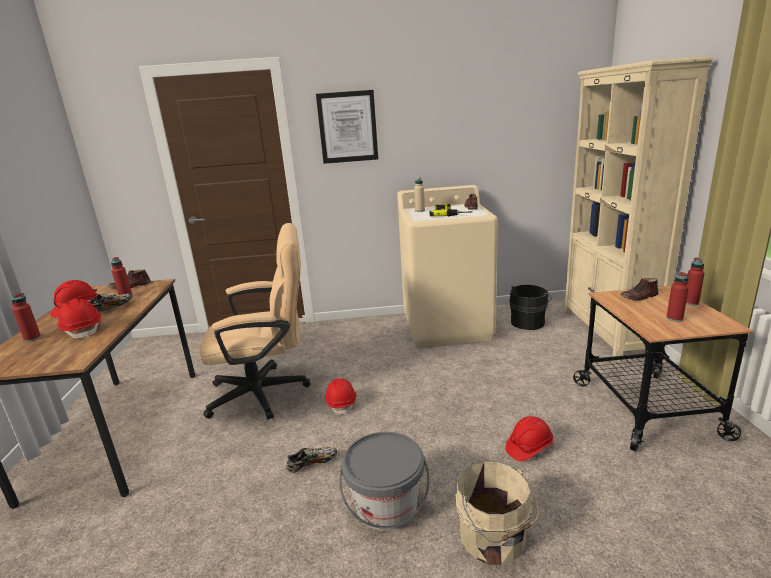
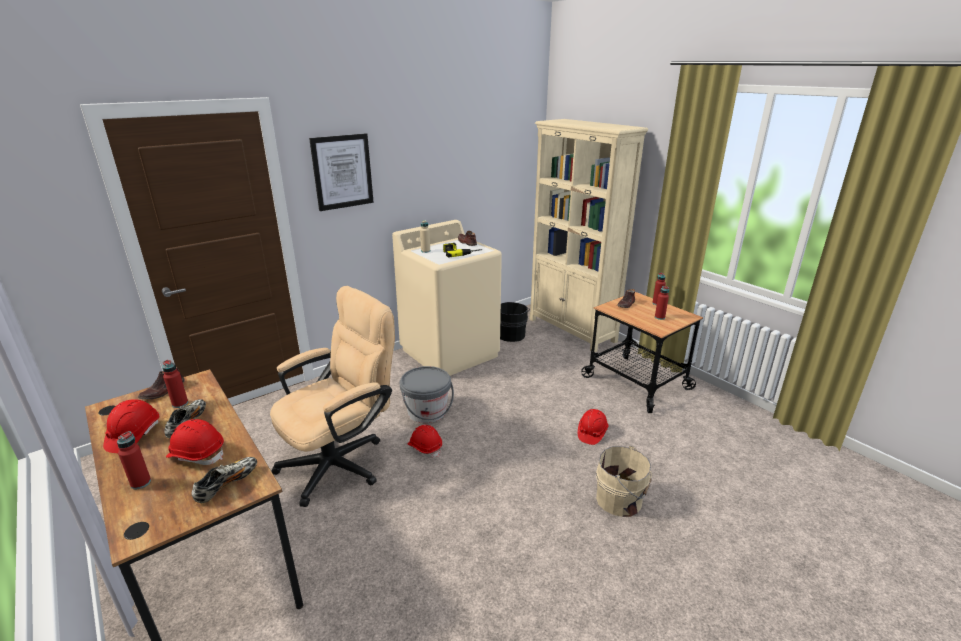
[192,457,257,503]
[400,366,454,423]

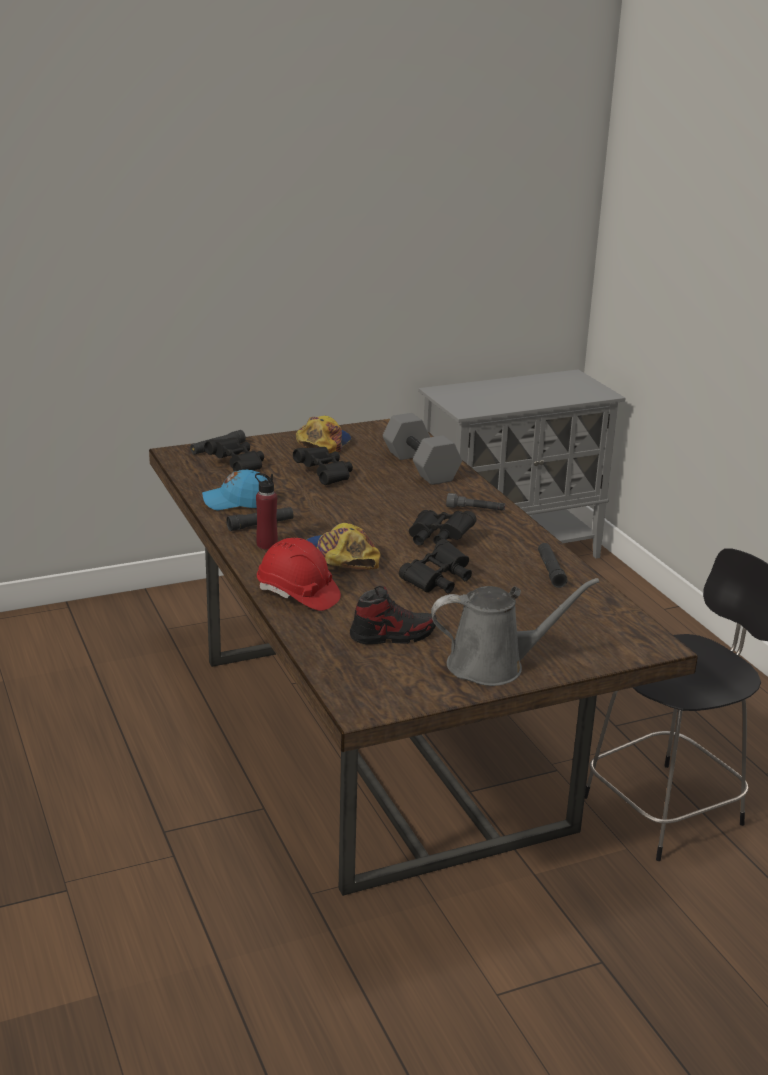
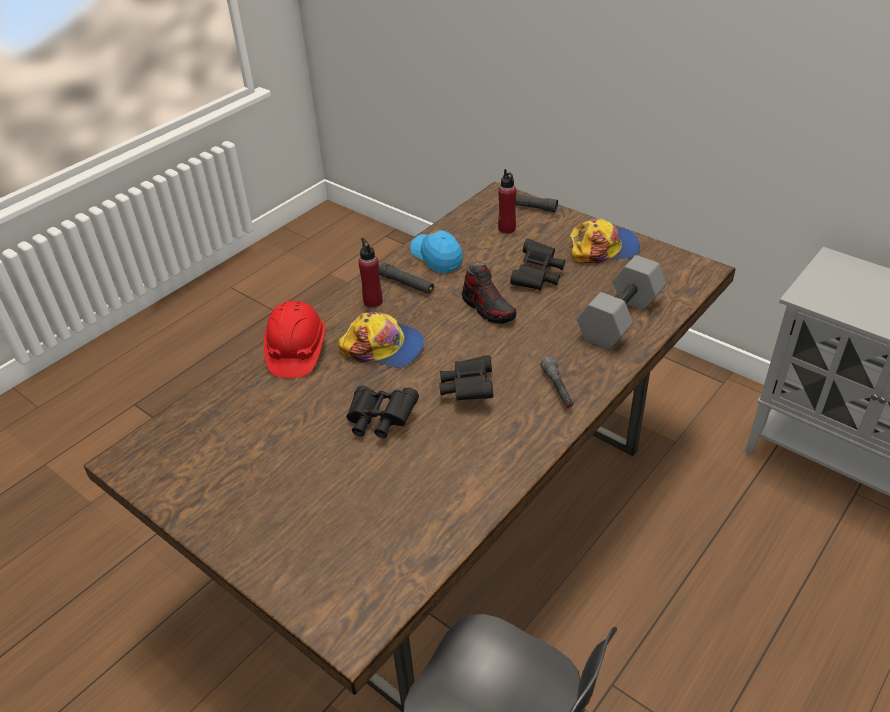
[338,312,424,368]
[462,265,516,324]
[498,169,516,234]
[431,578,599,686] (first image)
[538,543,568,588] (first image)

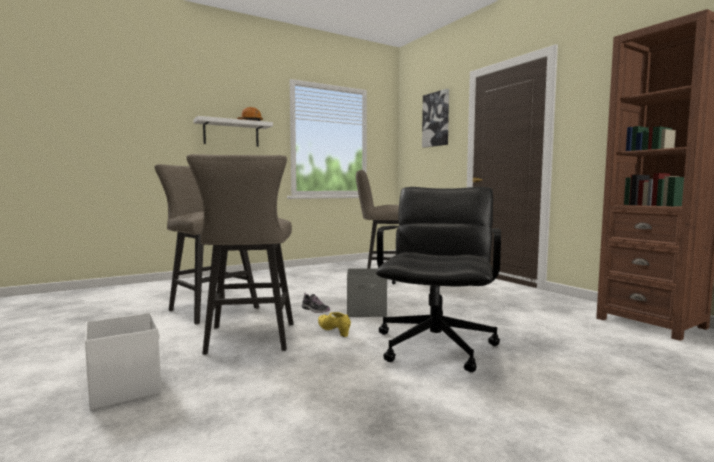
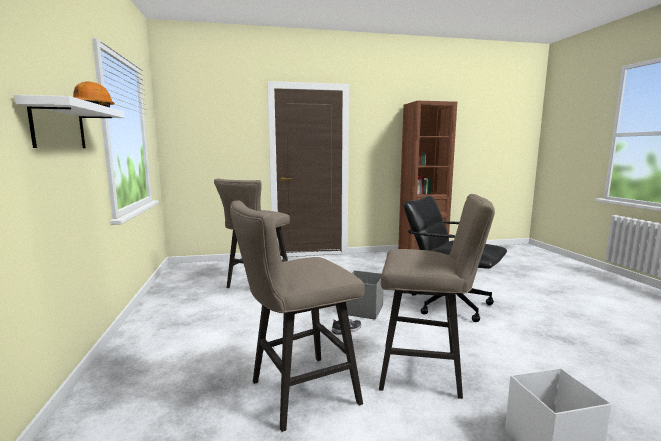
[318,312,351,337] (first image)
[422,89,449,148] (first image)

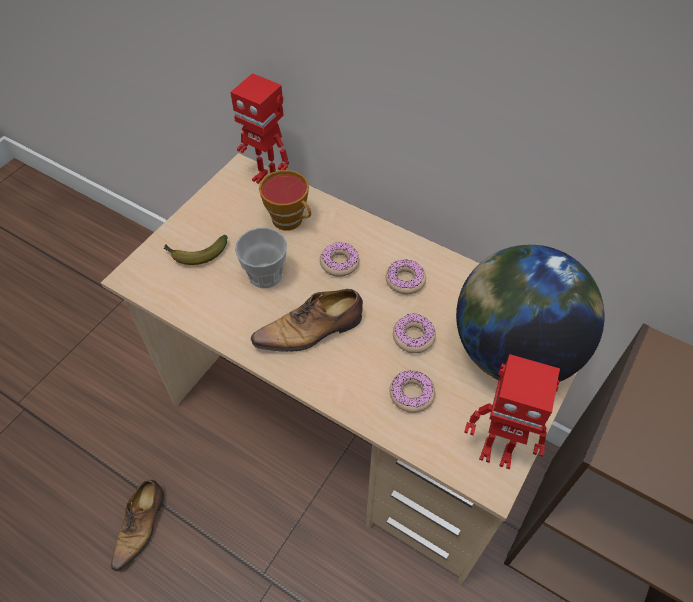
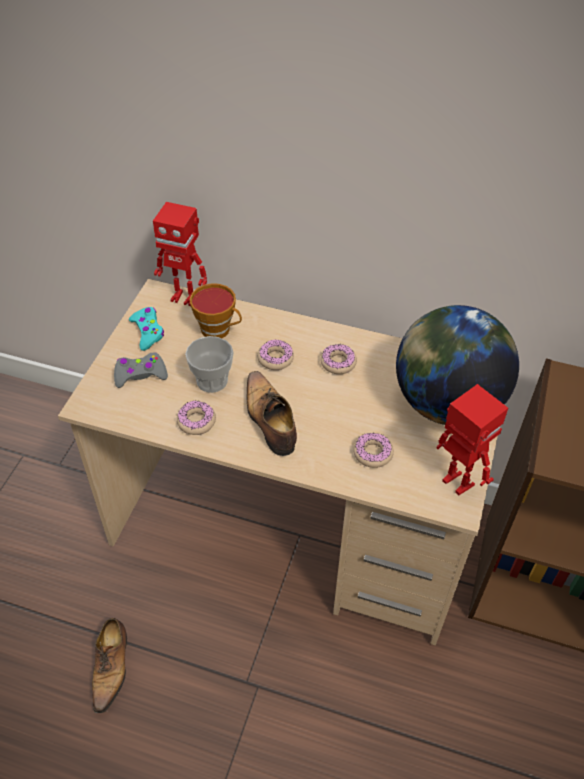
[114,353,168,388]
[129,307,164,351]
[177,400,216,435]
[246,371,297,456]
[437,384,508,495]

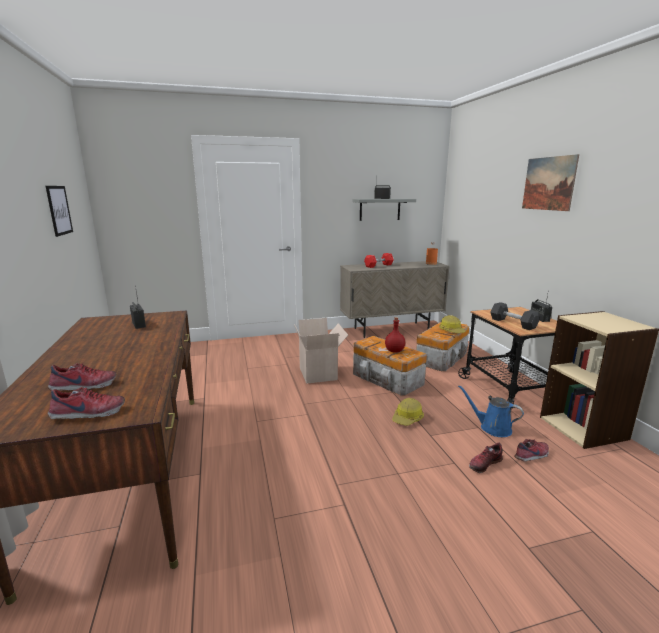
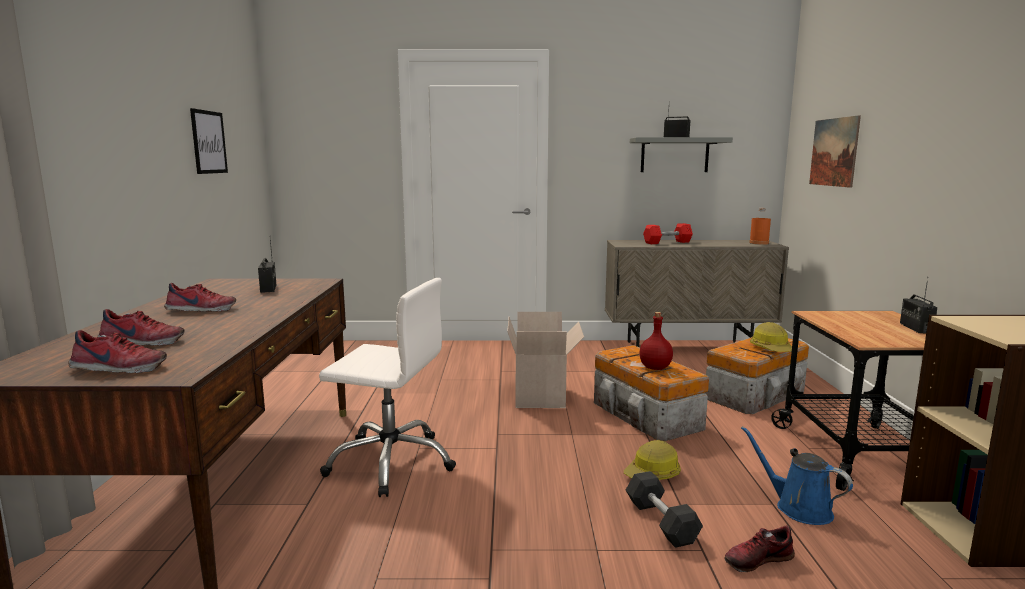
[164,283,236,311]
[319,278,456,497]
[626,471,703,548]
[809,115,861,188]

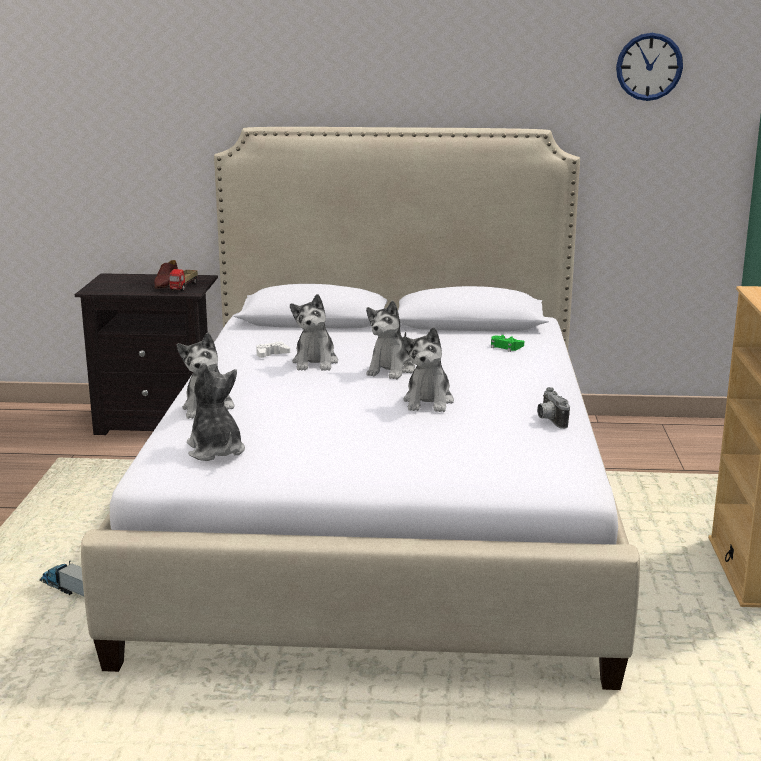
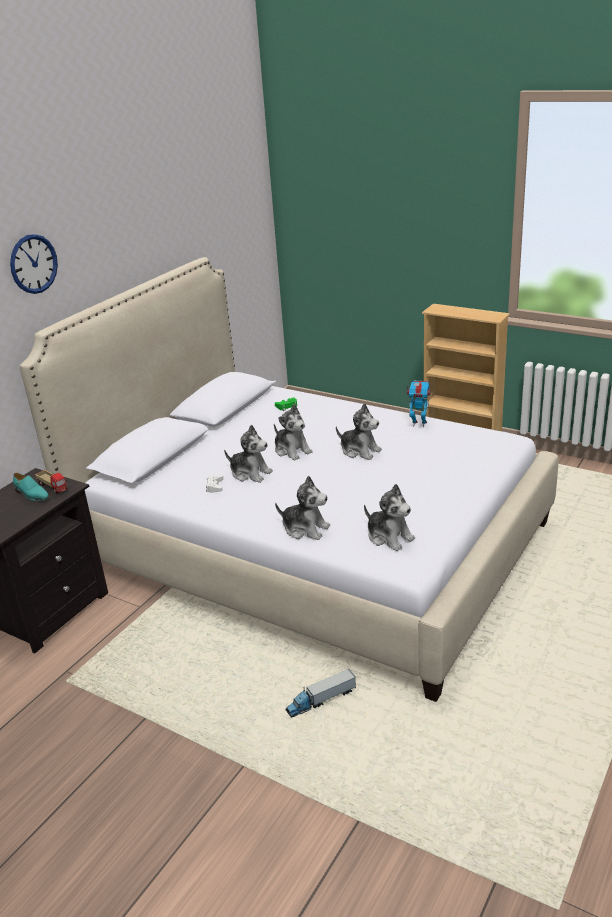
[10,234,58,294]
[13,473,49,501]
[364,484,415,551]
[407,381,430,428]

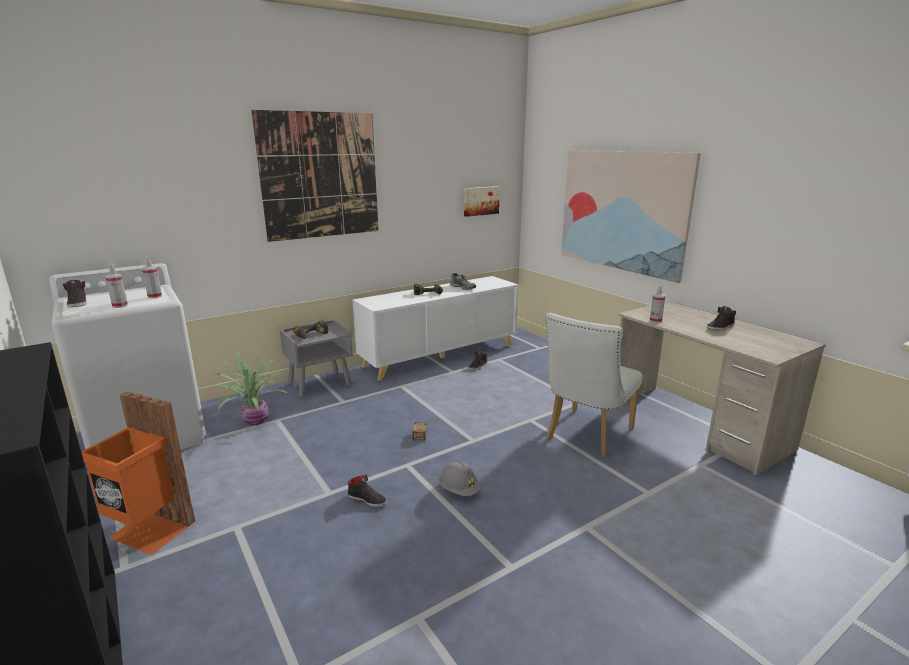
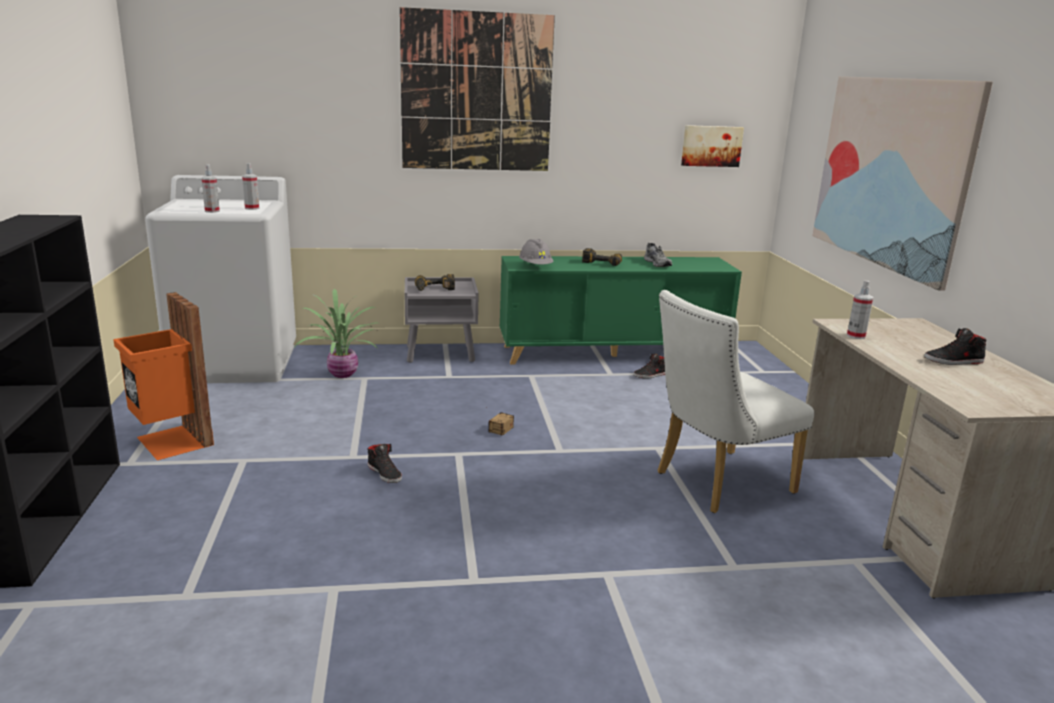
[500,256,742,365]
[519,239,554,264]
[62,280,87,307] (first image)

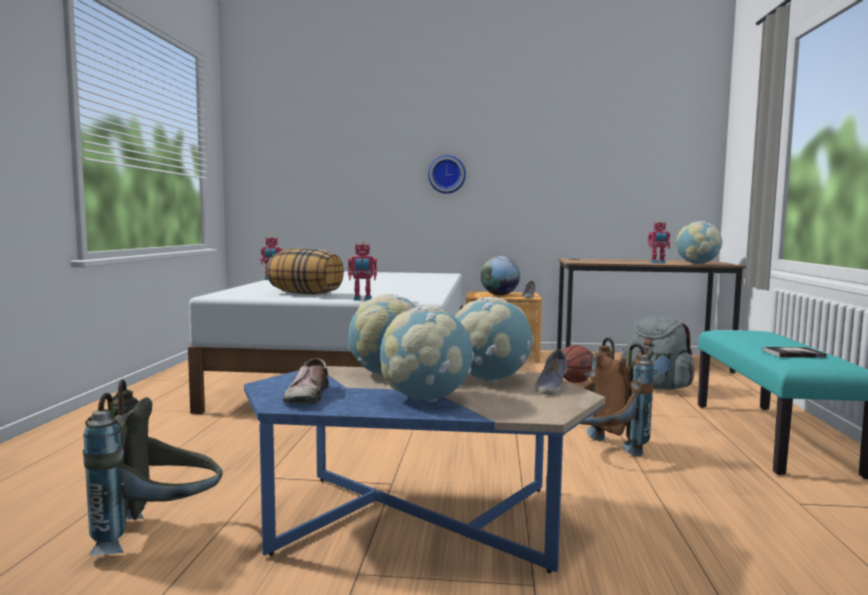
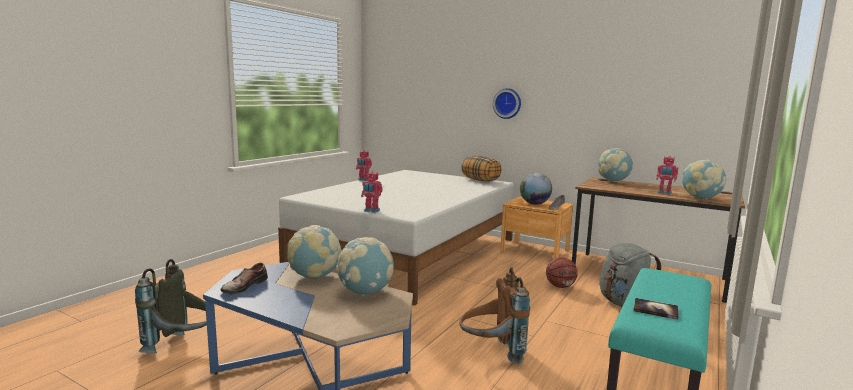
[461,156,501,182]
[598,148,633,182]
[535,349,567,395] (first image)

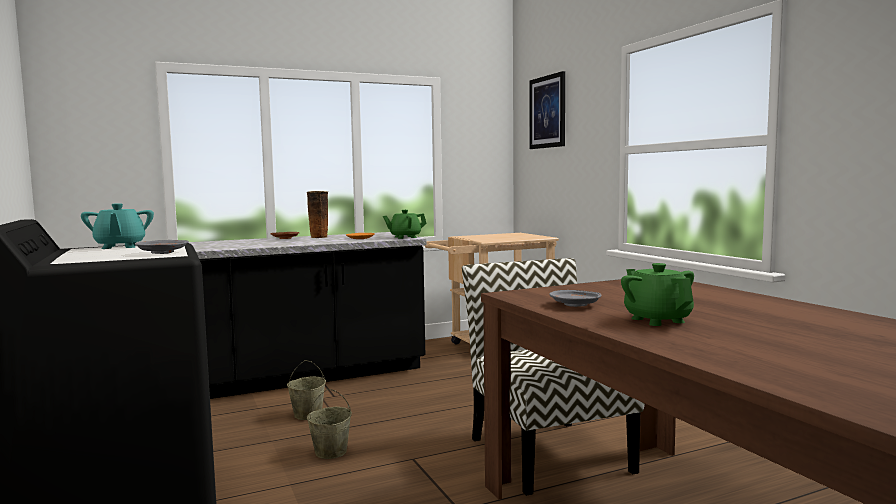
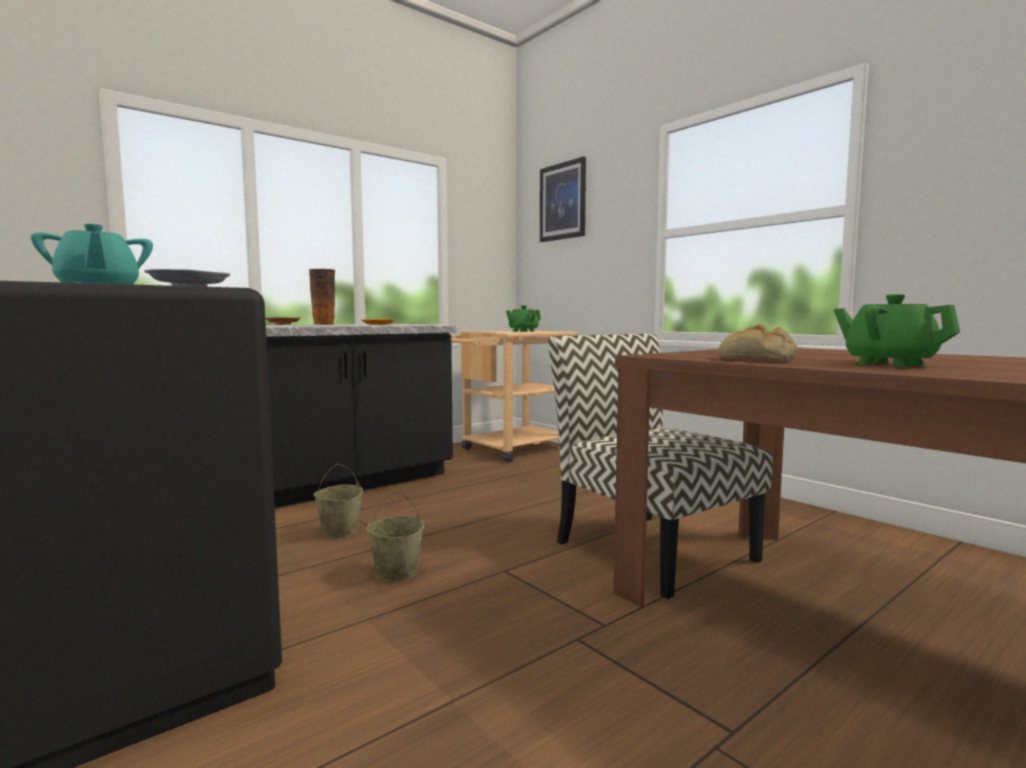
[506,305,541,332]
[718,324,798,360]

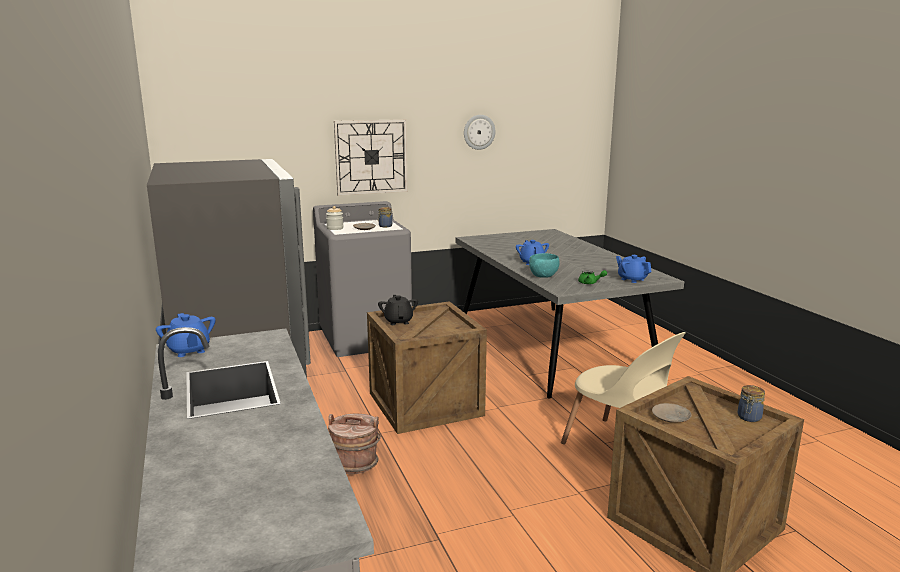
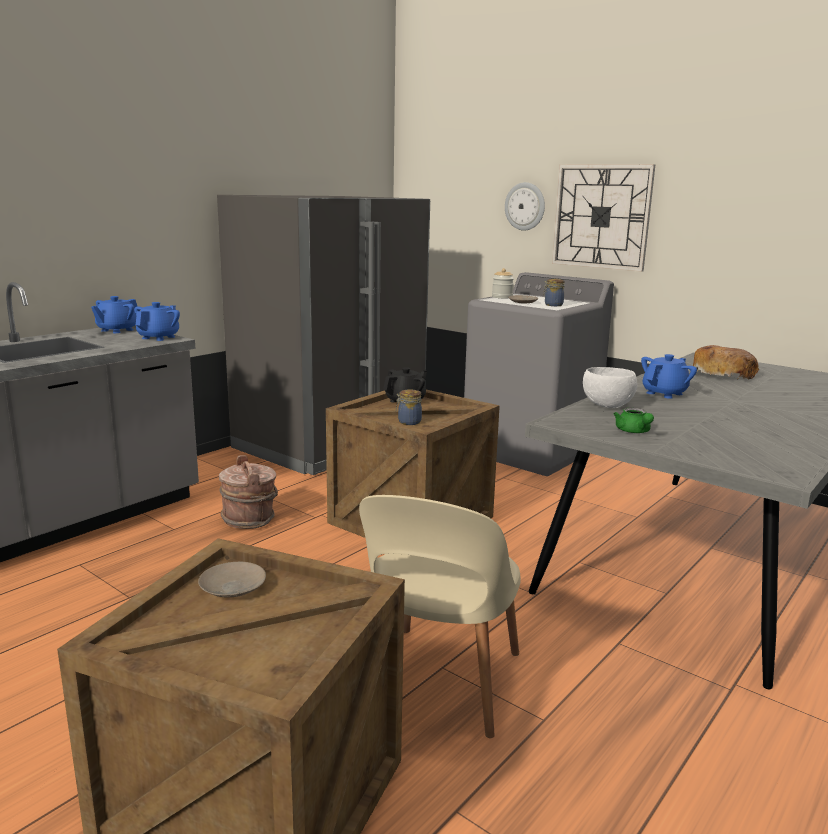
[134,302,180,341]
[396,390,422,425]
[505,182,545,231]
[583,367,637,408]
[693,345,759,380]

